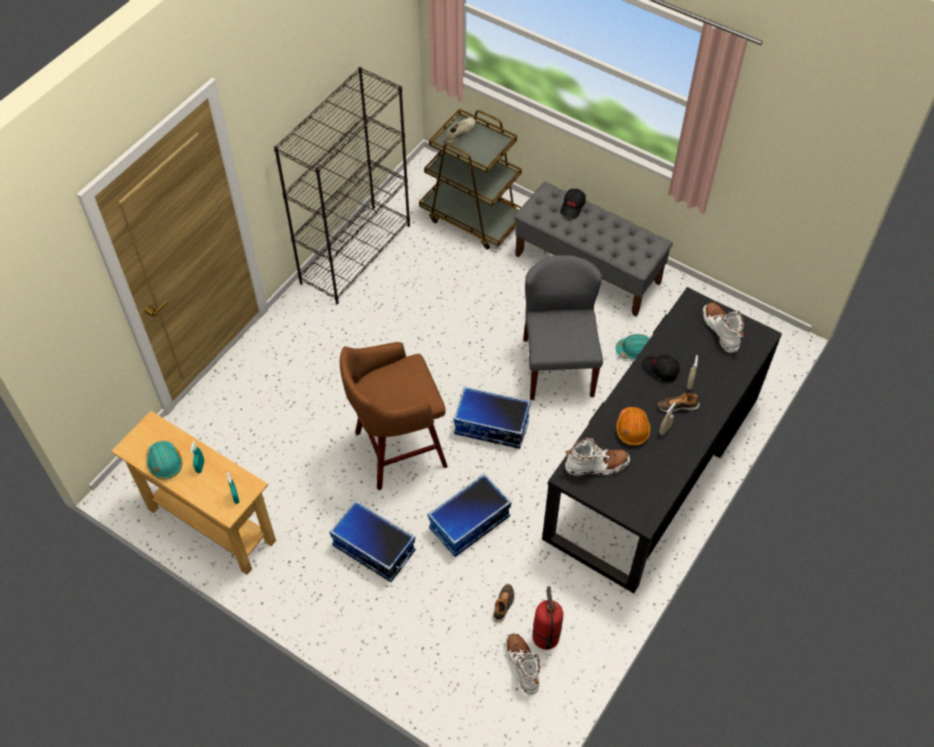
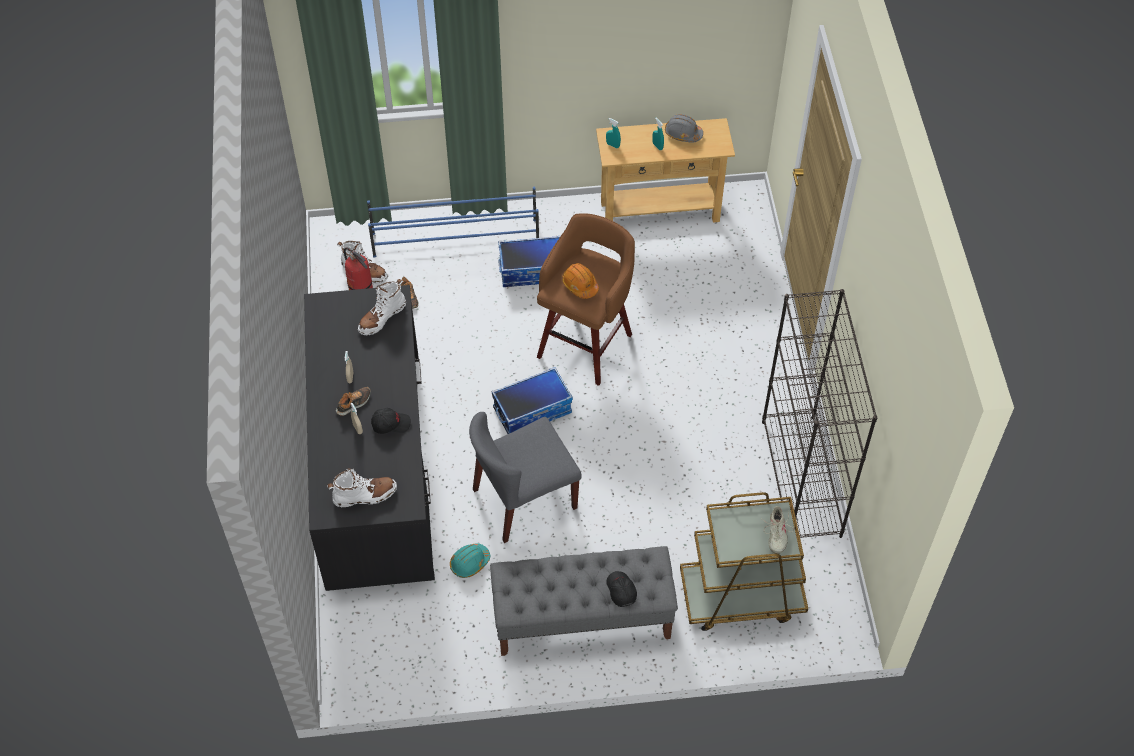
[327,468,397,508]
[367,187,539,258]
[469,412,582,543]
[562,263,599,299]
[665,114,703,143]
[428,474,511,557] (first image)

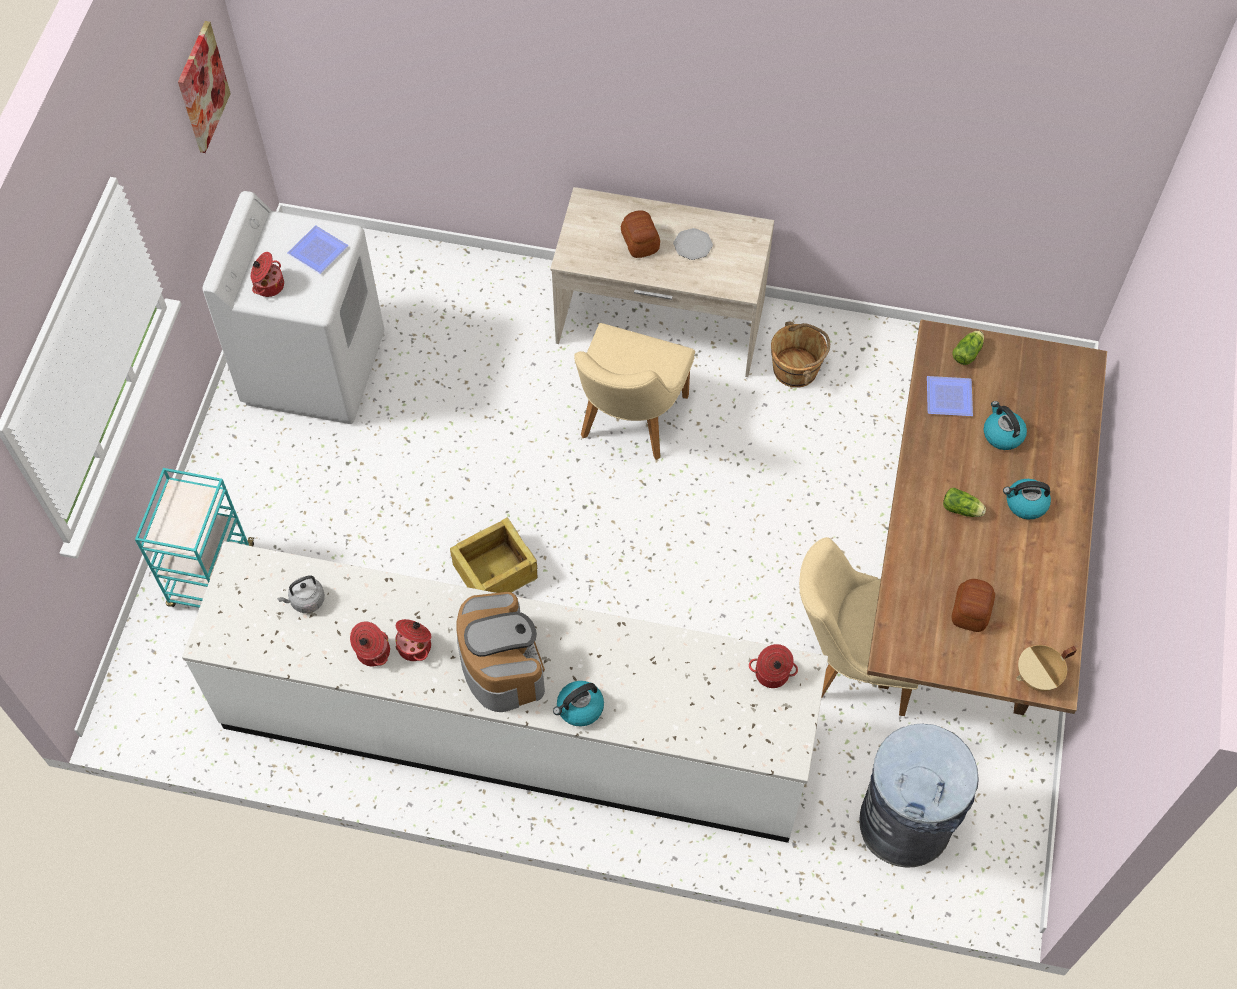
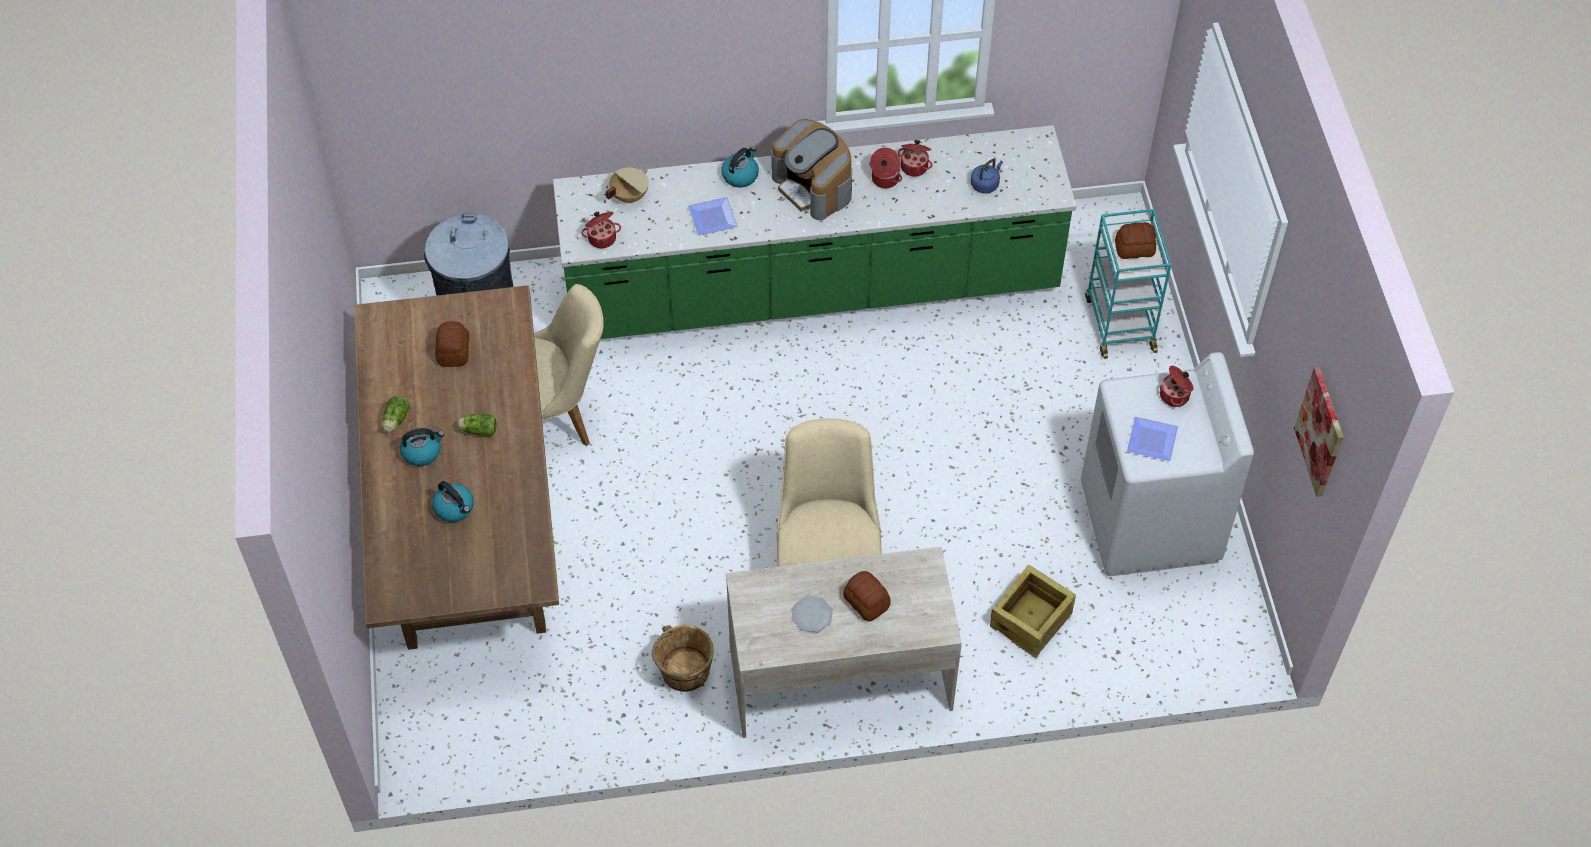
[382,396,410,433]
[553,125,1076,339]
[606,168,649,203]
[688,197,738,235]
[971,159,1003,194]
[990,565,1076,658]
[1115,222,1156,259]

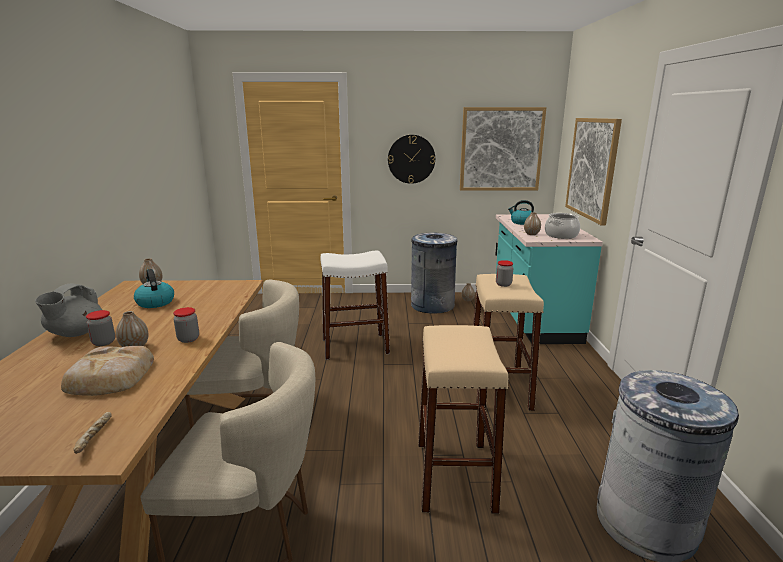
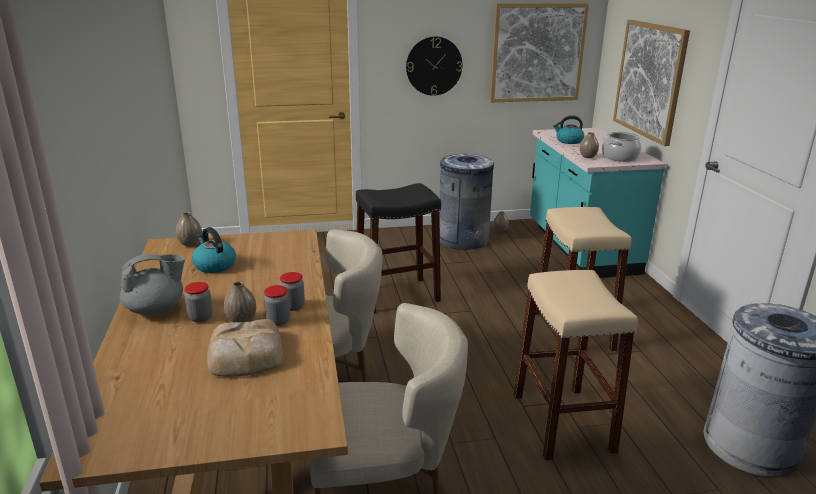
[120,254,185,315]
[264,285,290,326]
[356,183,441,313]
[73,412,111,454] (first image)

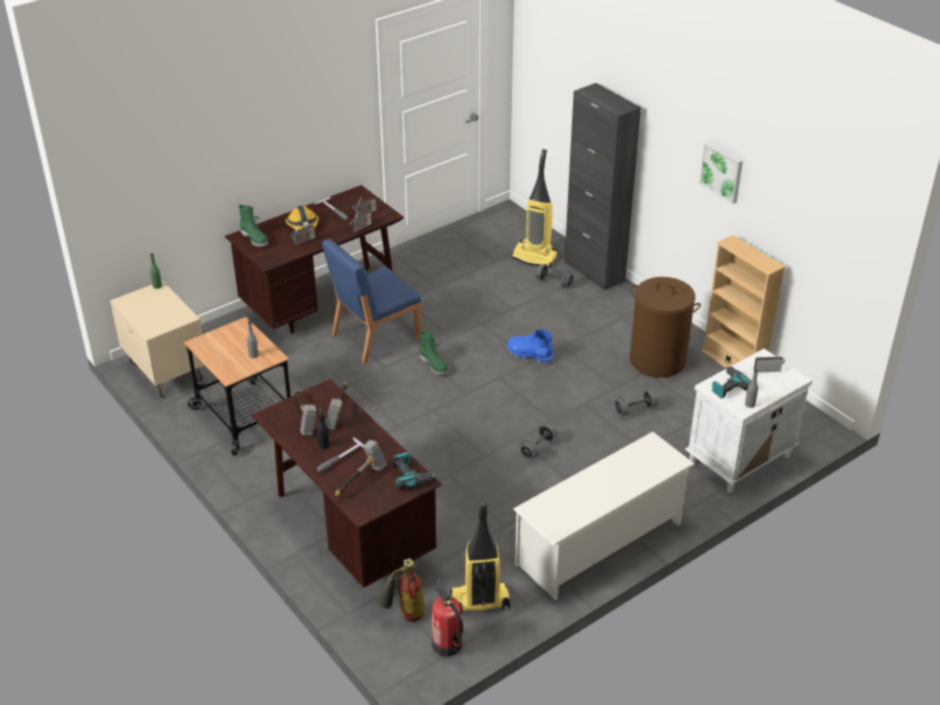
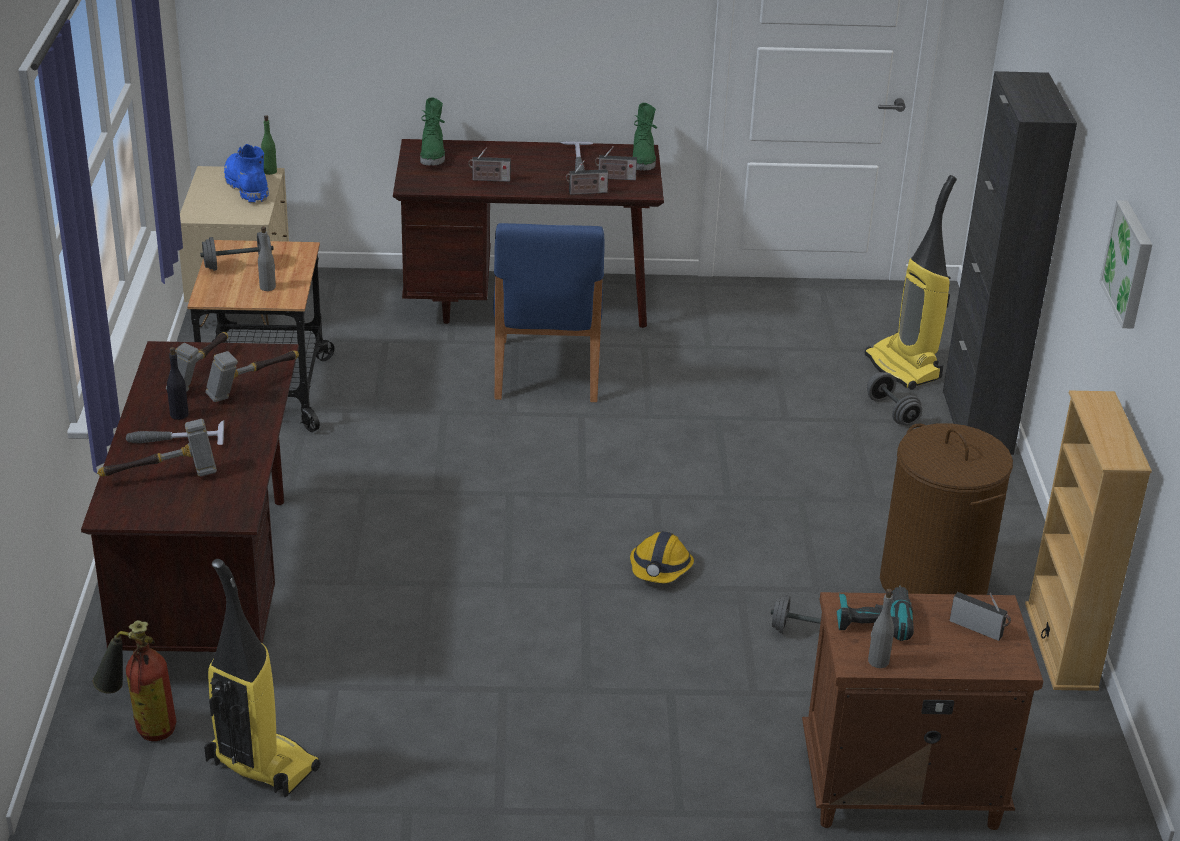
[200,232,274,271]
[224,144,269,203]
[493,223,604,402]
[630,532,694,583]
[632,103,658,171]
[802,592,1043,830]
[392,452,436,490] (first image)
[432,578,463,657] (first image)
[513,432,695,600] (first image)

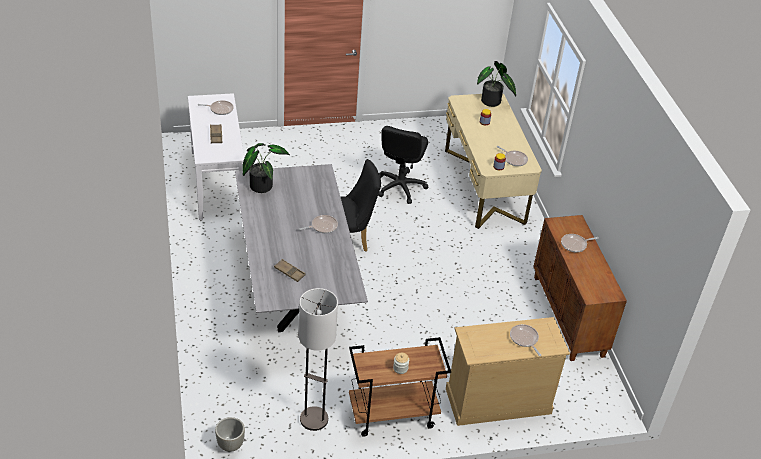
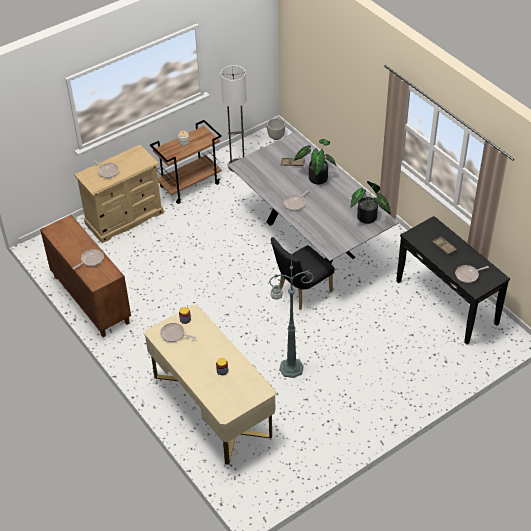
[269,255,314,378]
[294,139,337,184]
[396,216,510,345]

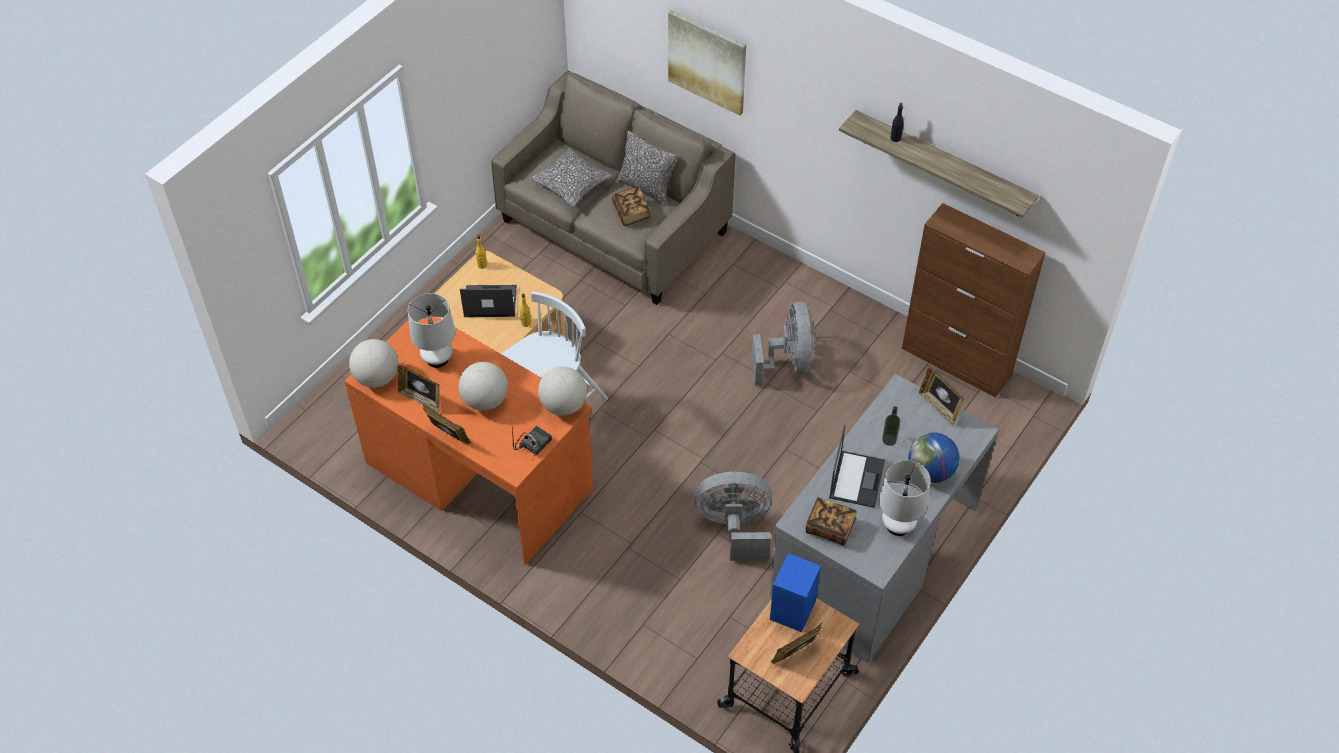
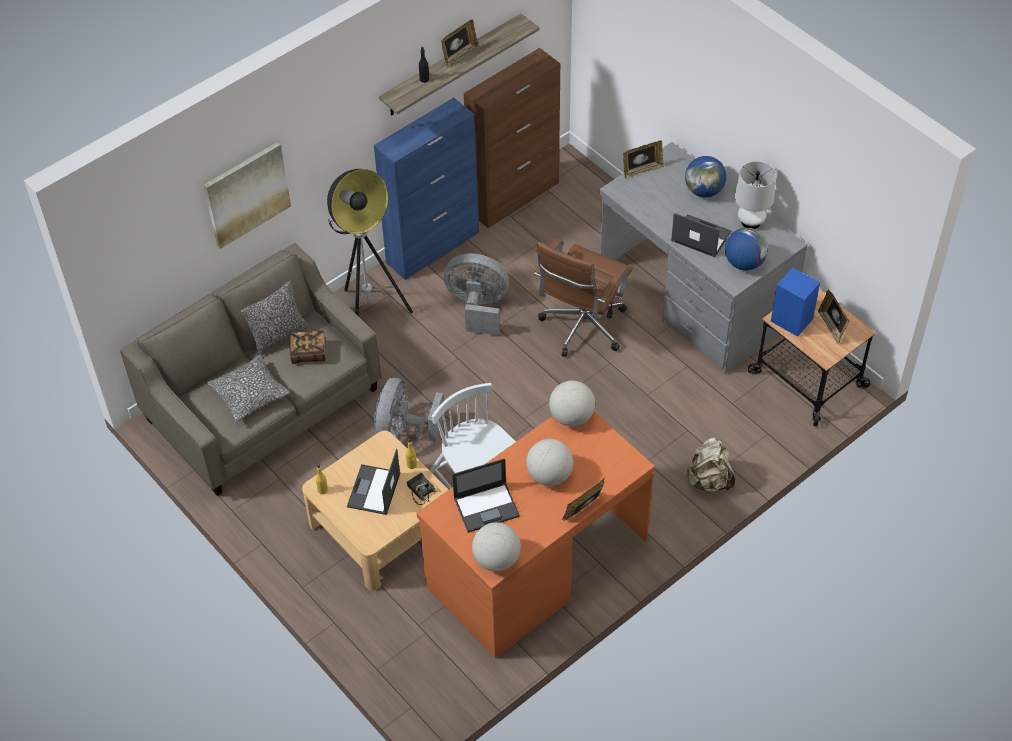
[327,169,413,317]
[374,98,479,280]
[374,378,445,442]
[407,473,435,505]
[441,19,479,67]
[452,458,520,533]
[534,238,633,357]
[686,437,735,493]
[725,228,768,270]
[882,406,900,446] (first image)

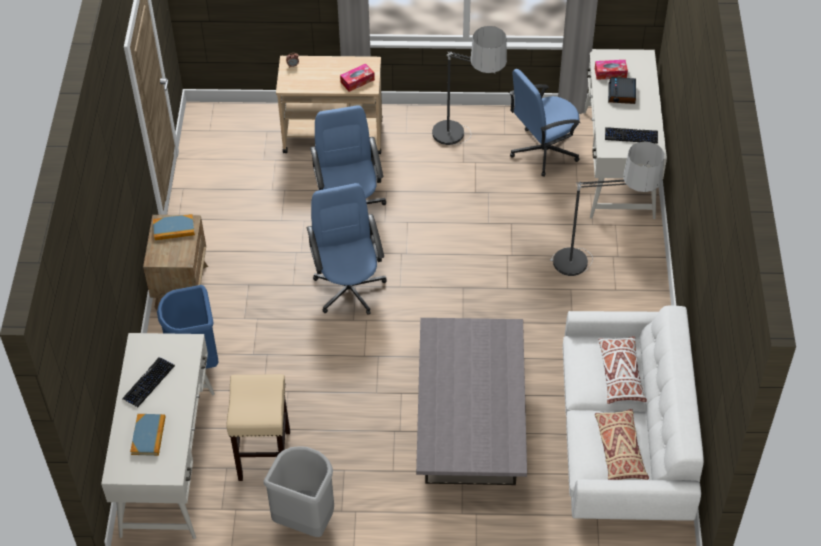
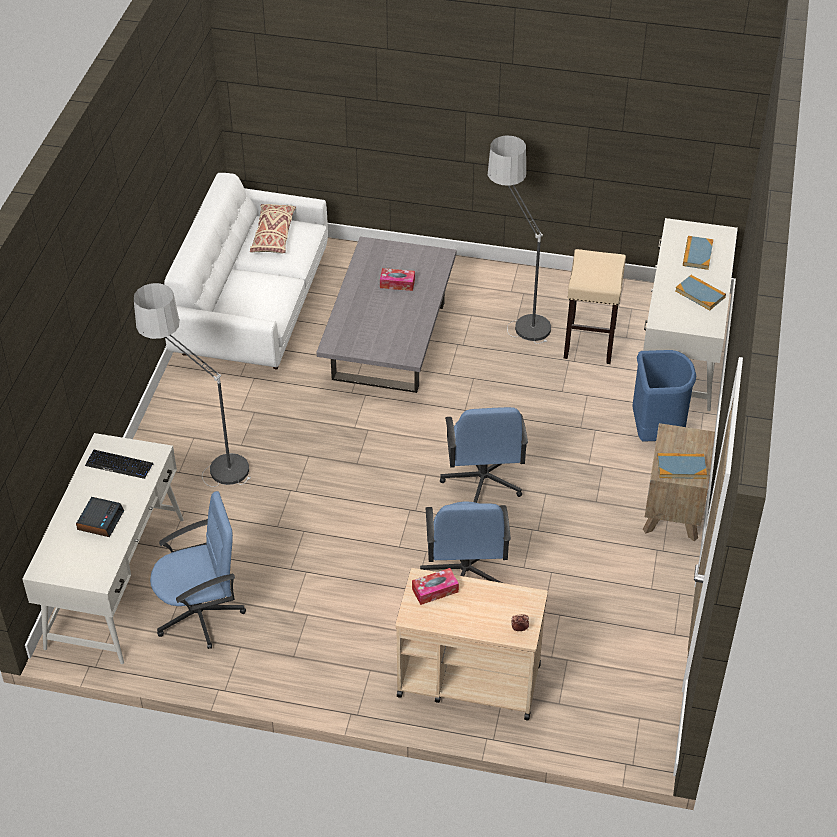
[380,268,415,291]
[488,136,551,344]
[675,275,726,310]
[263,446,334,537] (first image)
[598,336,647,404] (first image)

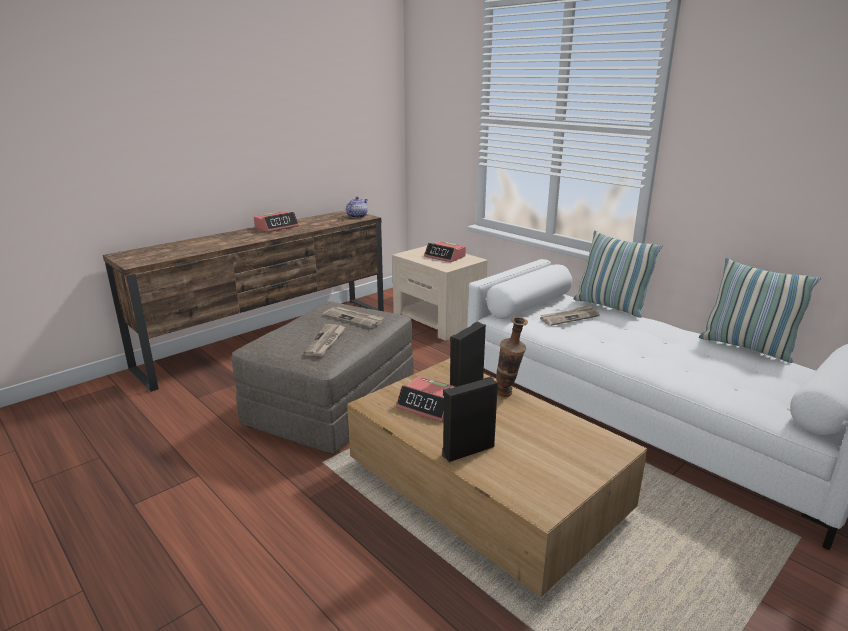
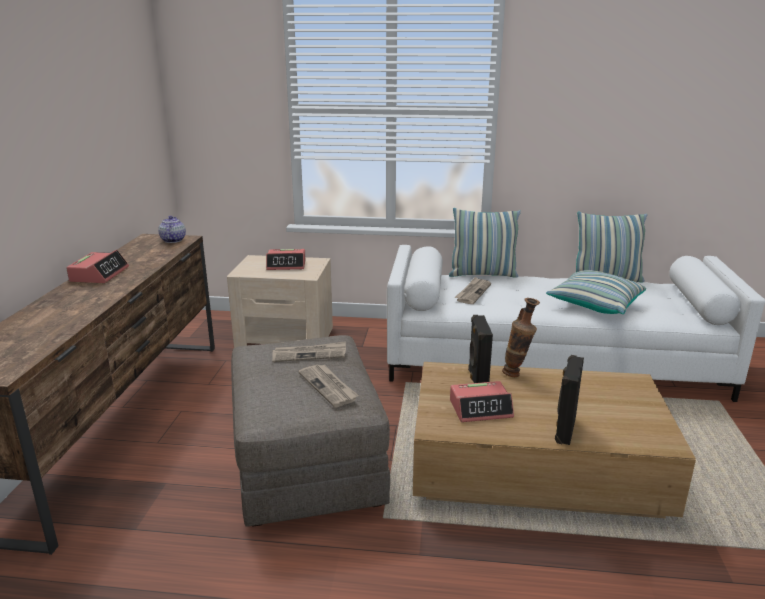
[546,270,646,314]

